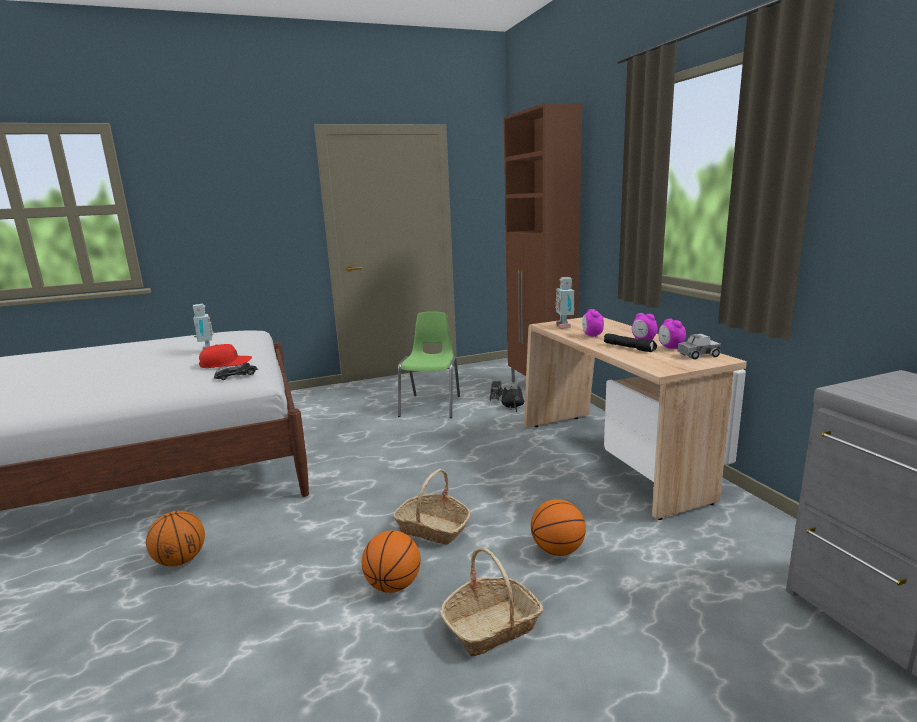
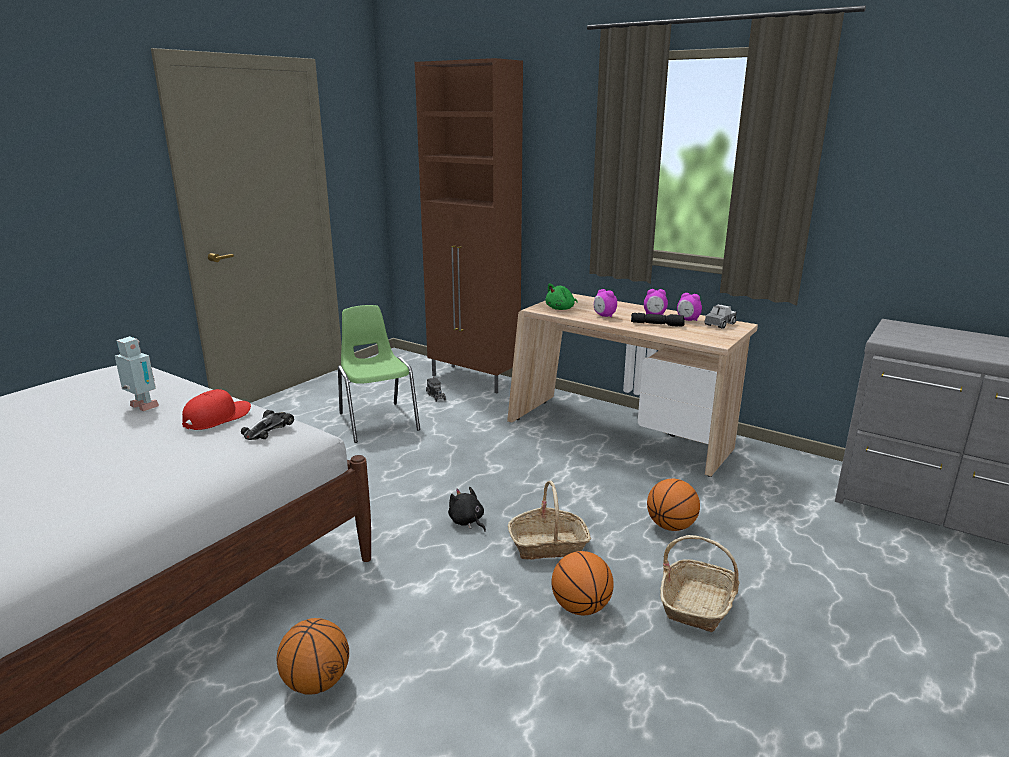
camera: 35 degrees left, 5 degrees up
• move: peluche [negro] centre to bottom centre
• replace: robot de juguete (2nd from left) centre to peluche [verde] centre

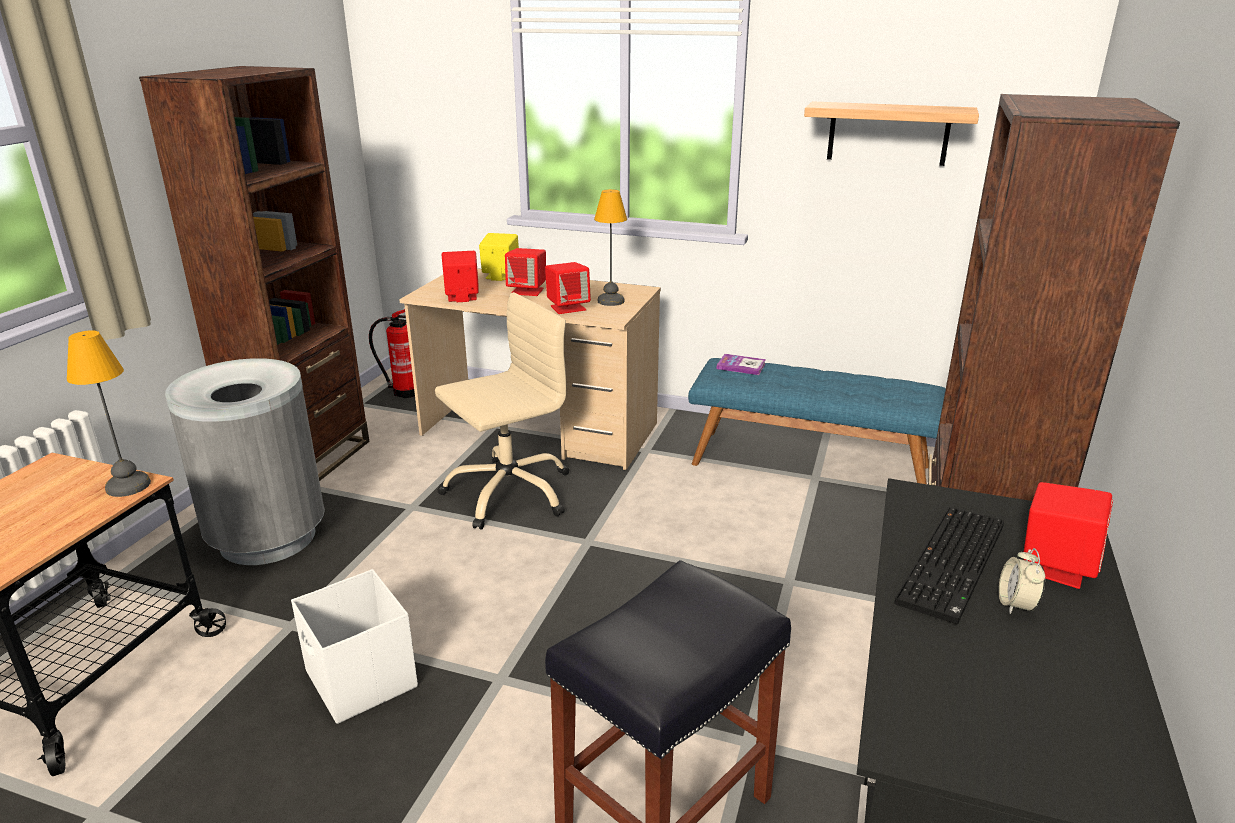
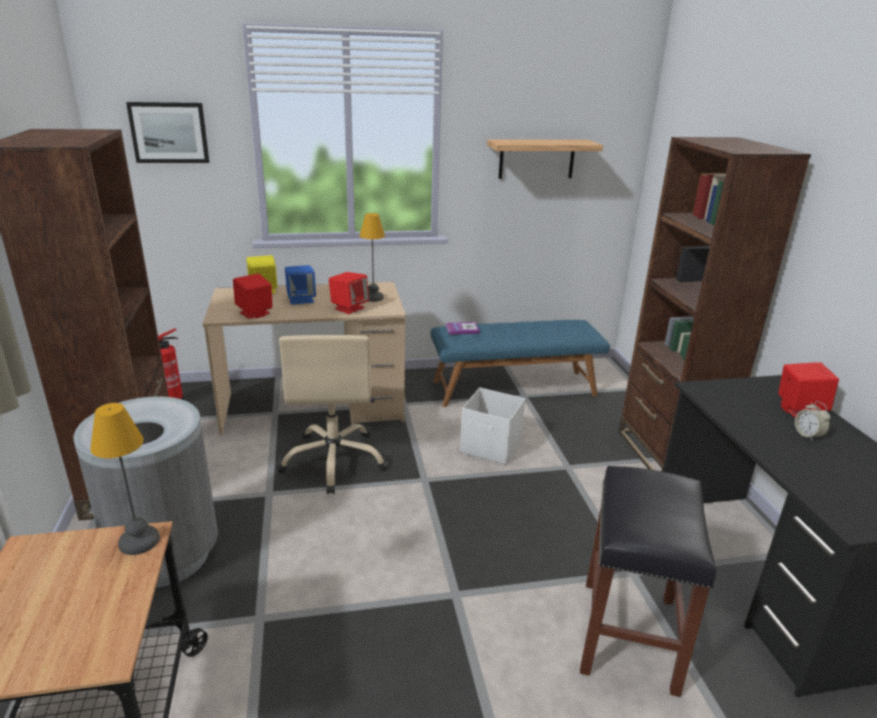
camera: 30 degrees left, 0 degrees up
• delete: teclado bottom right
• insert: cuadro top left
• move: caja de almacenaje [blanco] bottom left to centre
• recolor: altavoz [rojo] (2nd from left) top centre to altavoz [azul] centre
• rotate: silla de oficina [beis] centre = centre 150 degrees clockwise

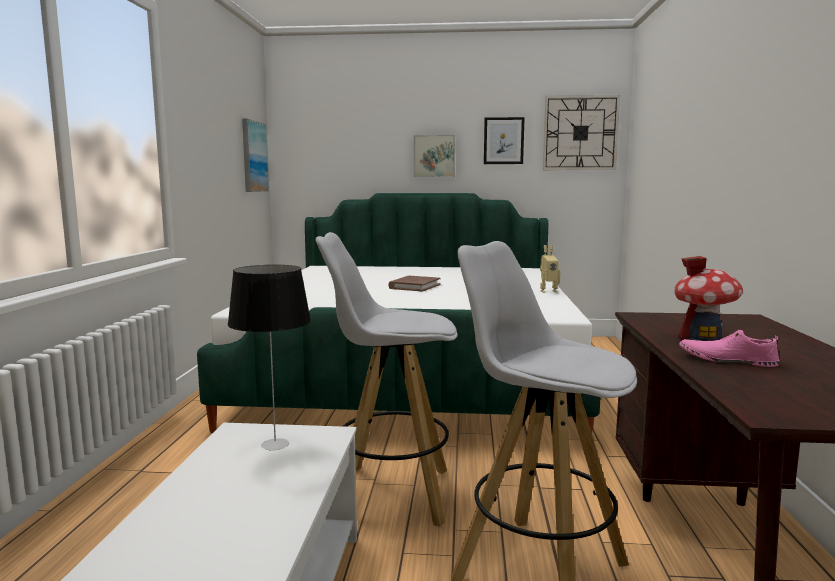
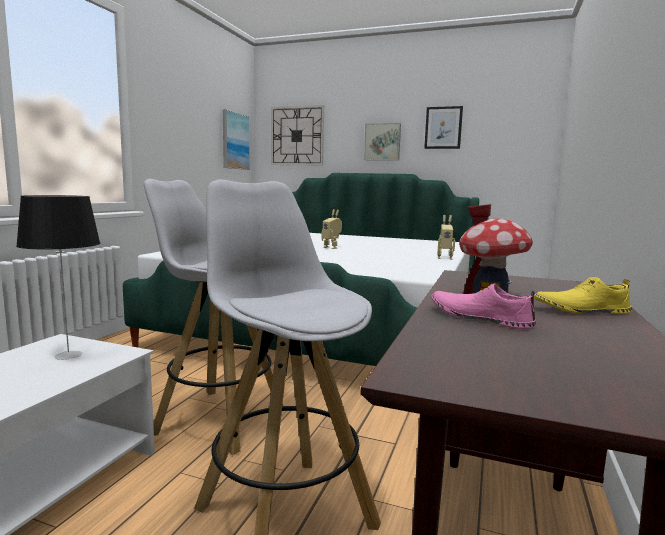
camera: 15 degrees right, 0 degrees up
• insert: zapato [amarillo] middle right
• move: reloj de pared top right to top centre
• replace: libro [marrón] centre to robot de juguete (1st from left) centre

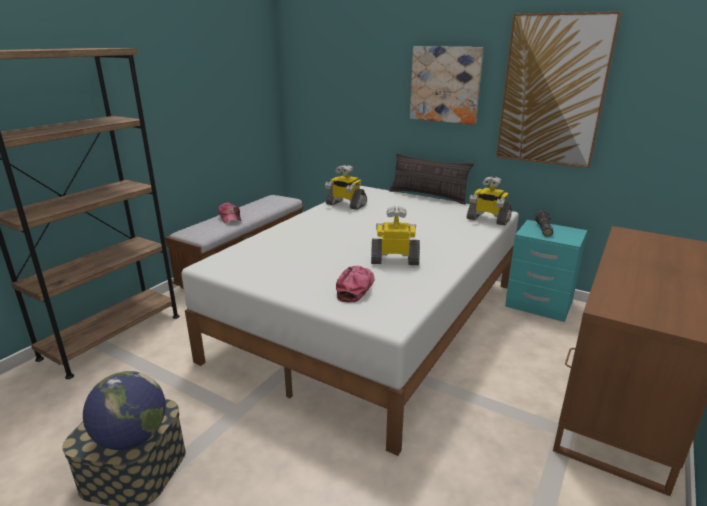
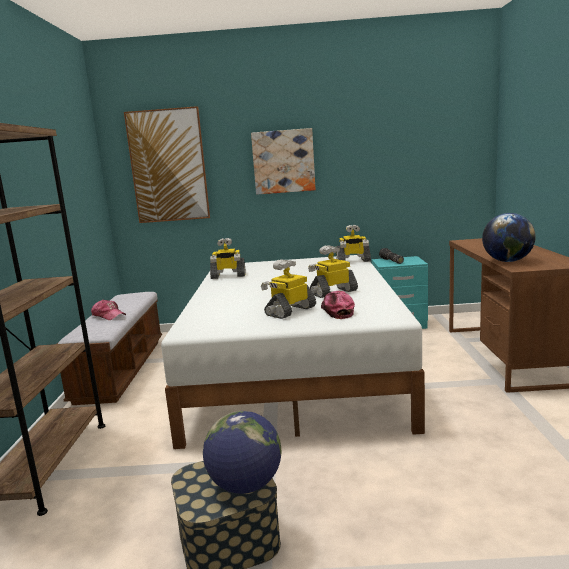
camera: 30 degrees left, 10 degrees down
• delete: cojín centre
• insert: robot de juguete (2nd from left) centre
• insert: globo terráqueo (2nd from left) middle right
• move: cuadro (2nd from left in the first image) top right to cuadro (1st from left) top left

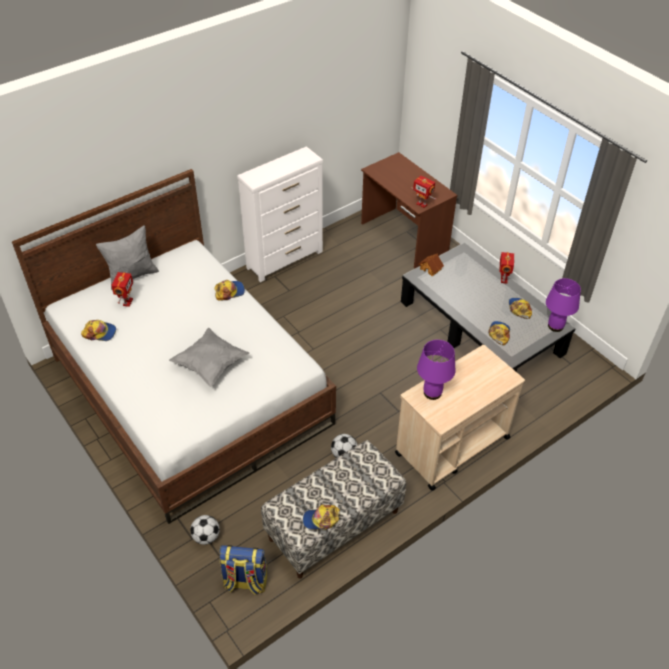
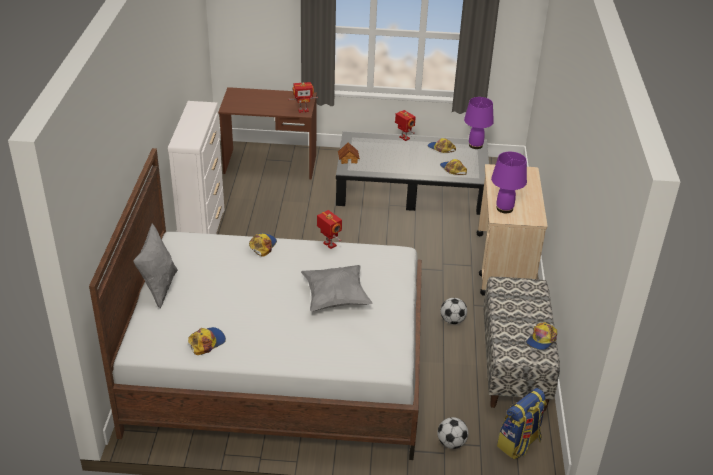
camera: 50 degrees left, 10 degrees down
• move: robot de juguete (1st from left in the first image) middle left to robot de juguete (2nd from left) centre

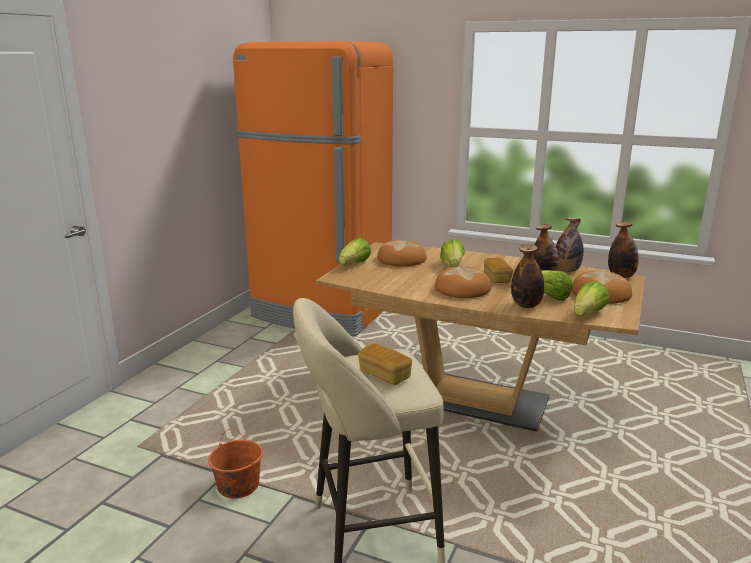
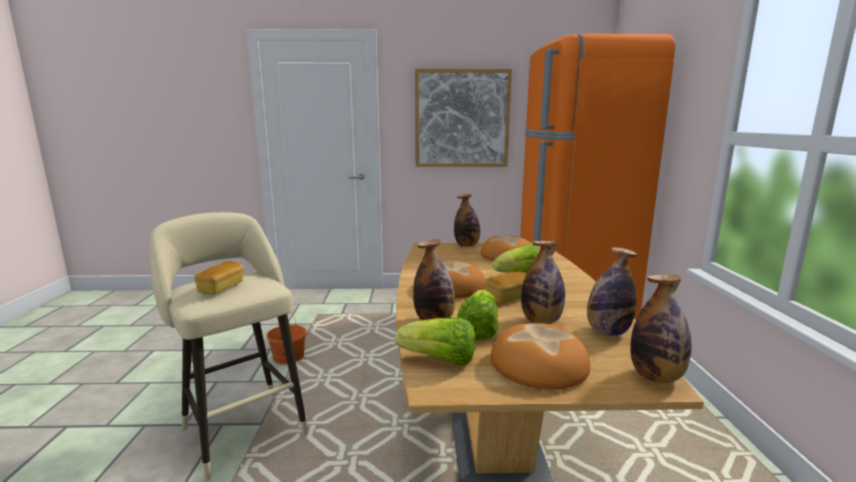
camera: 65 degrees right, 5 degrees down
• insert: cuadro top centre
• replace: lechuga (1st from left) centre to botella (2nd from left) centre

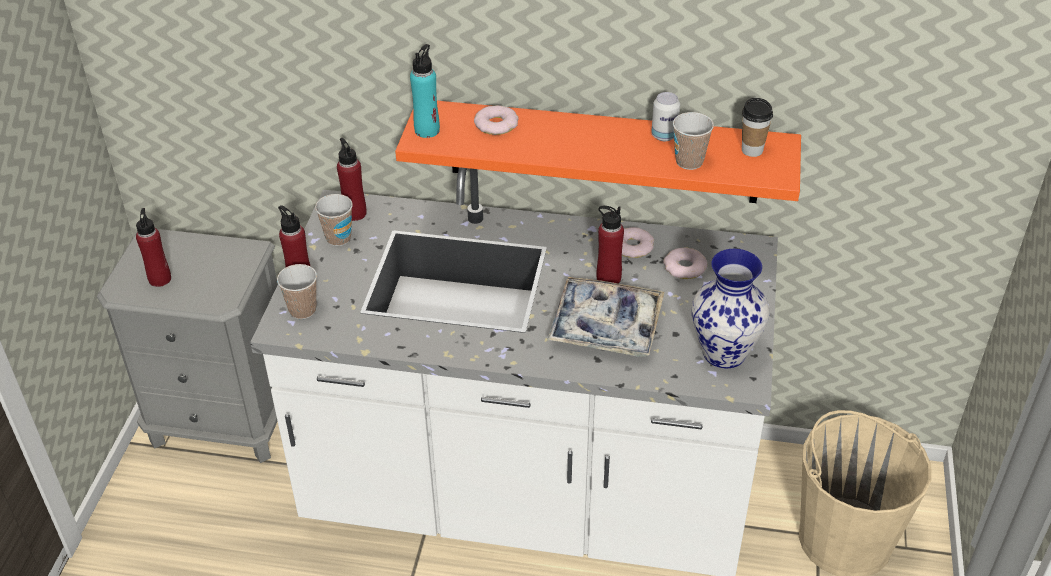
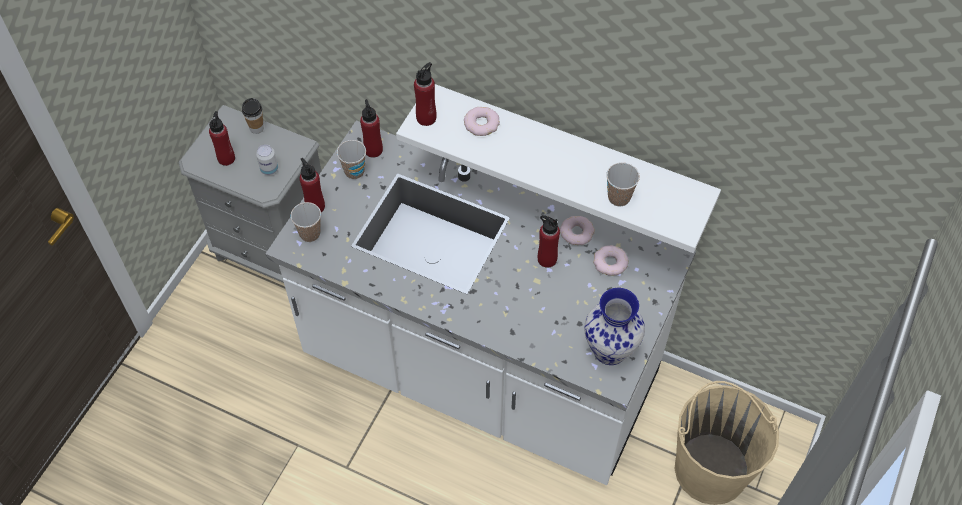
camera: 15 degrees right, 15 degrees up
• delete: bandeja centre
• move: lata top centre to top left
• move: taza (4th from left in the first image) top right to taza (1st from left) top left
• recolor: estante [naranja] top centre to estante [blanco] top centre
• recolor: botella [turquesa] top centre to botella [rojo] (4th from left) top centre

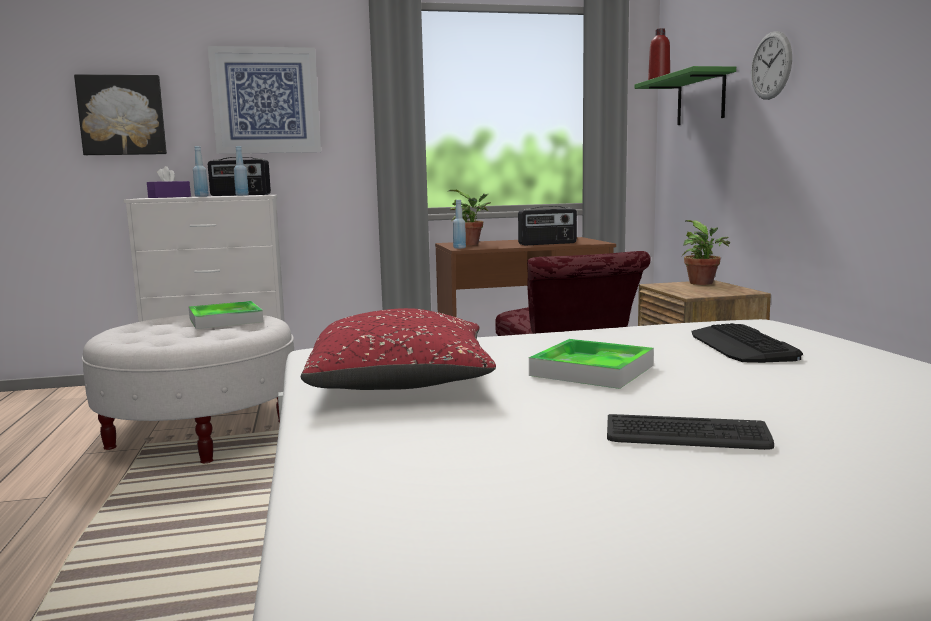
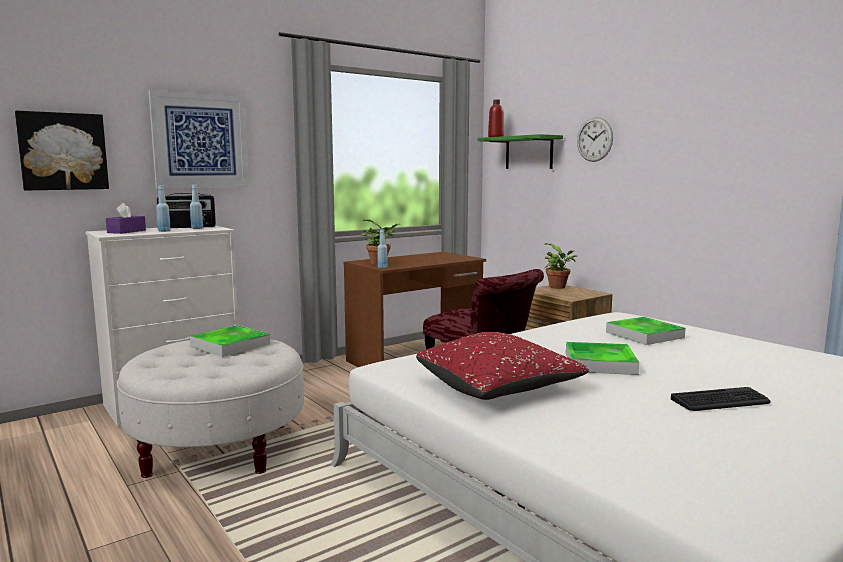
camera: 25 degrees left, 0 degrees up
• delete: radio (2nd from left) centre
• replace: teclado (2nd from left) middle right to bandeja (3rd from left) middle right

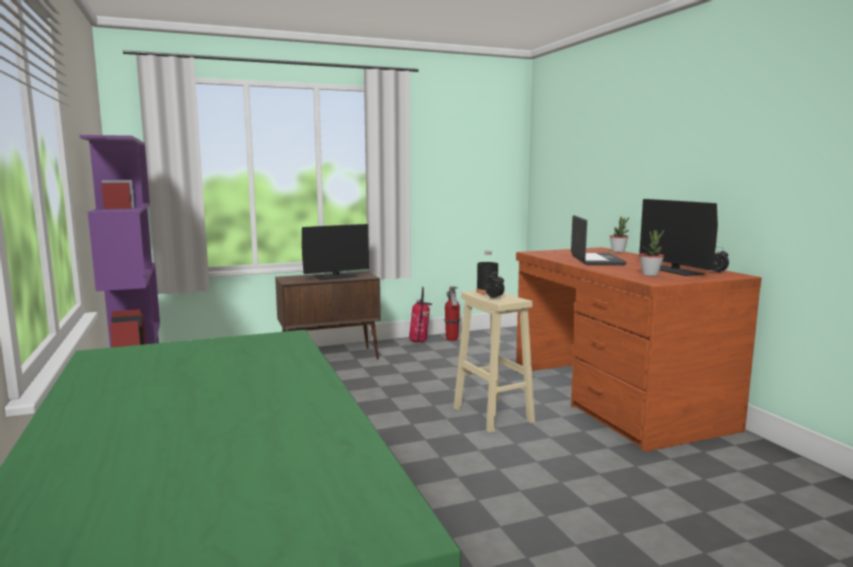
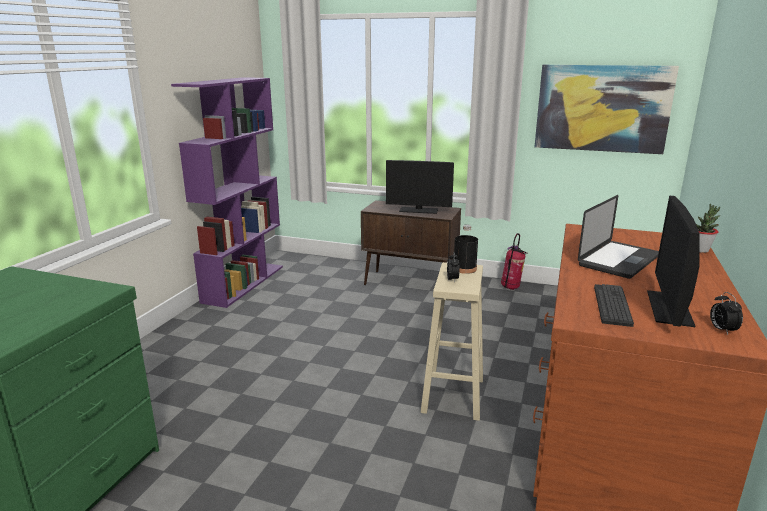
camera: 40 degrees right, 10 degrees up
• delete: extintor (2nd from left) centre
• insert: cuadro top right
• replace: planta en maceta (2nd from left) middle right to teclado middle right

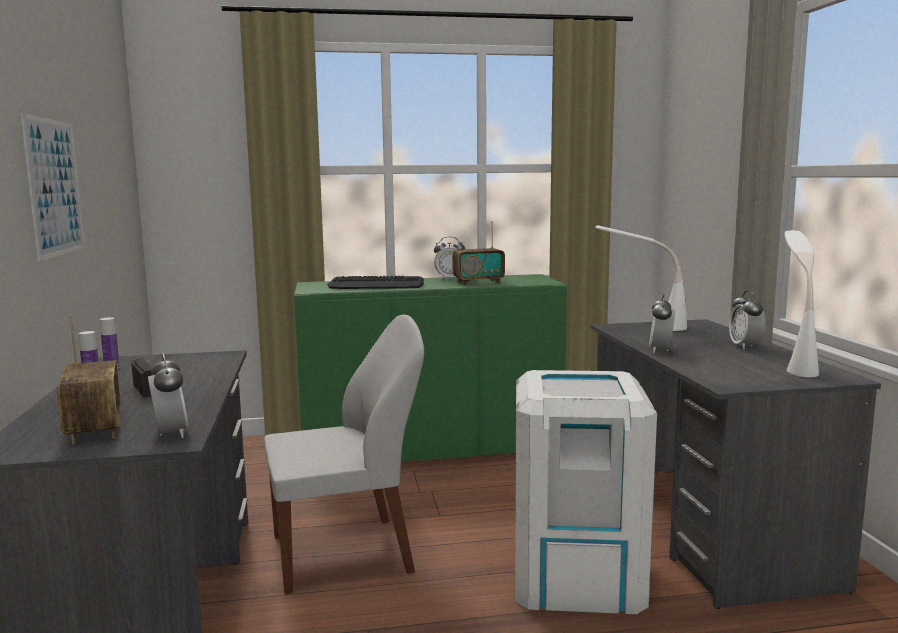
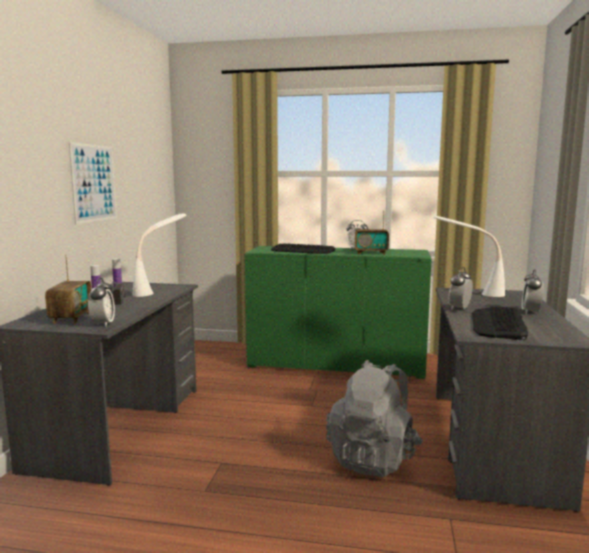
camera: 20 degrees right, 0 degrees up
• delete: silla [blanco] bottom centre
• insert: teclado (2nd from left) middle right
• move: lámpara de mesa [blanco] (2nd from left in the first image) middle right to lámpara de mesa [blanco] (1st from left) middle left
• replace: papelera [blanco] bottom centre to mochila [gris] bottom centre

